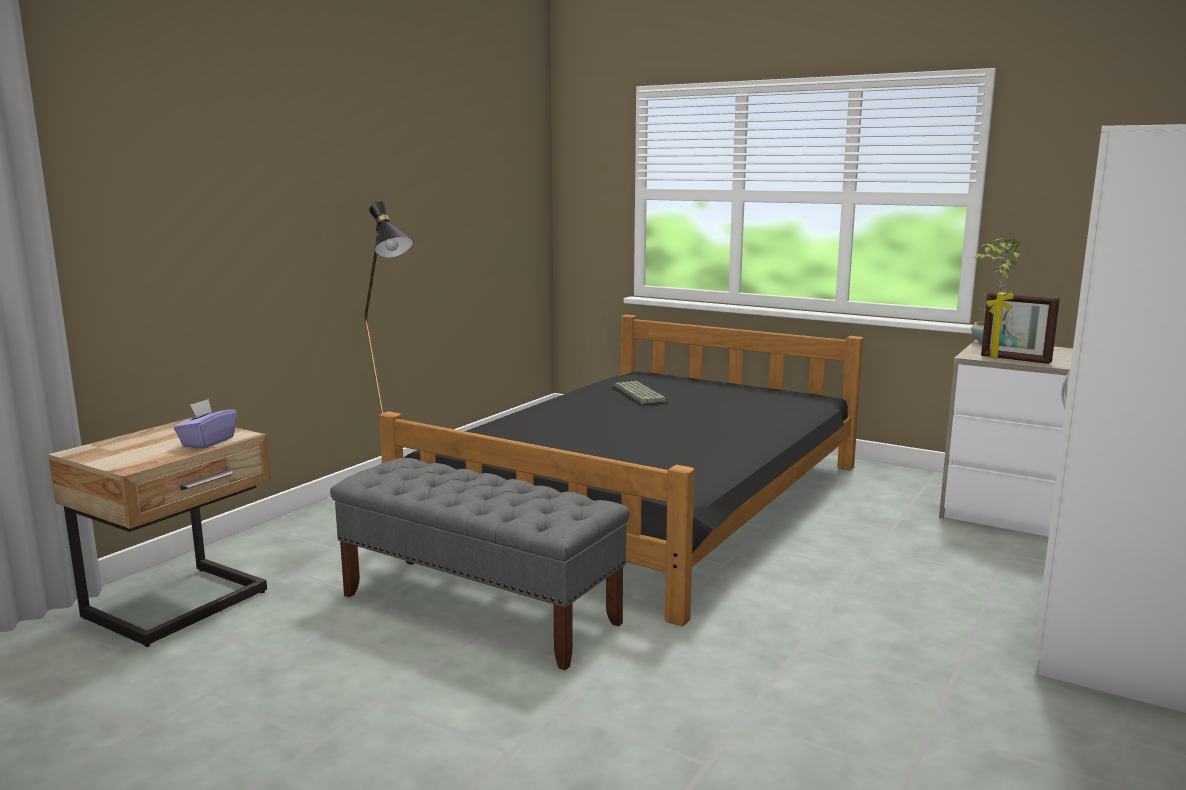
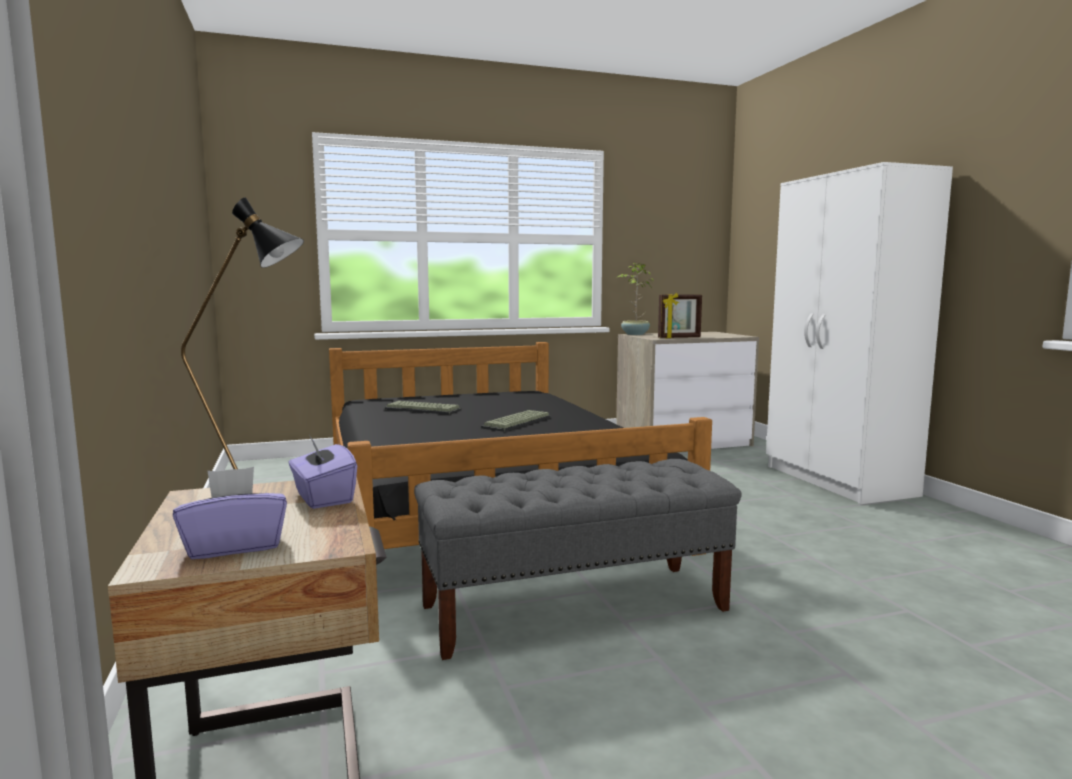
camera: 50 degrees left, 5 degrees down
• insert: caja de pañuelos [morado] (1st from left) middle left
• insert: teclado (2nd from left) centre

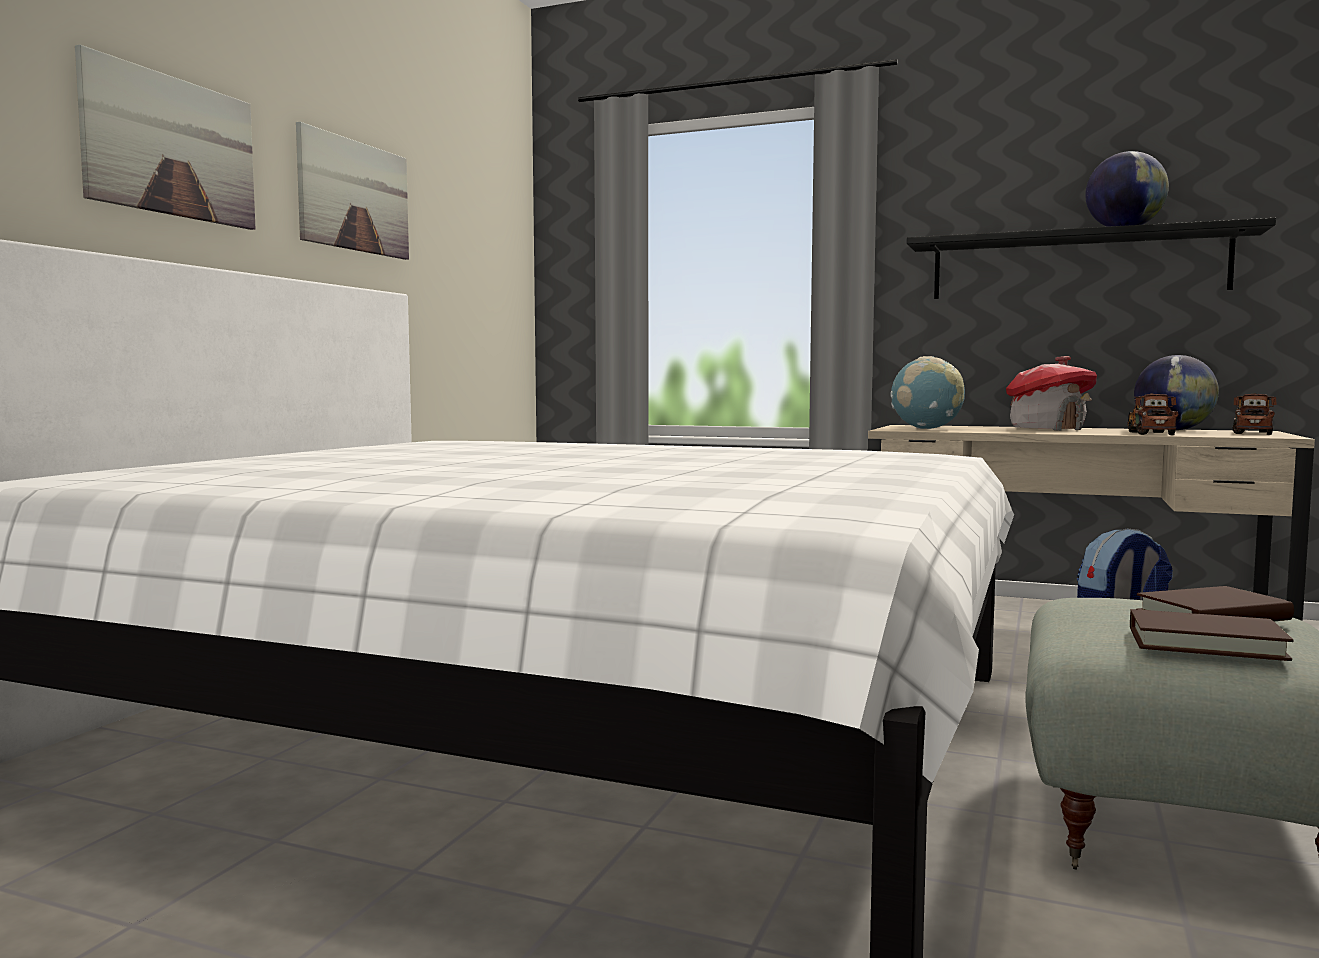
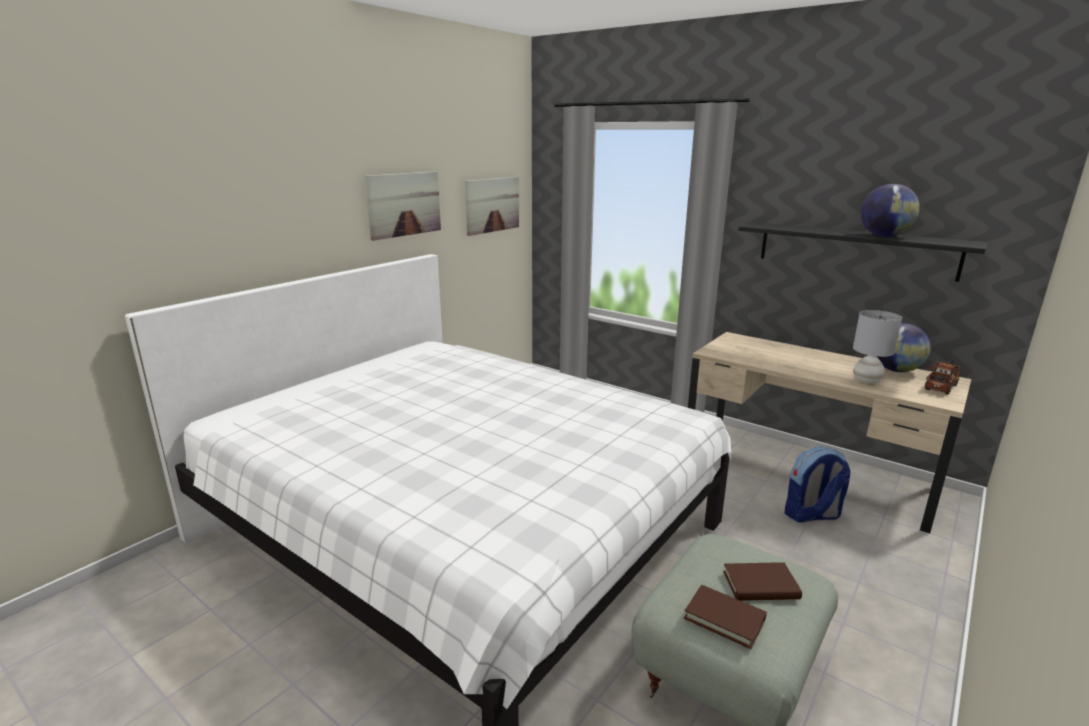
camera: 15 degrees right, 15 degrees up
• delete: globo terráqueo (1st from left) middle right
• delete: casita middle right
• move: cuadro (1st from left in the first image) top left to cuadro (2nd from left) top centre
• replace: camión de juguete (1st from left) middle right to lámpara de mesa [gris] middle right

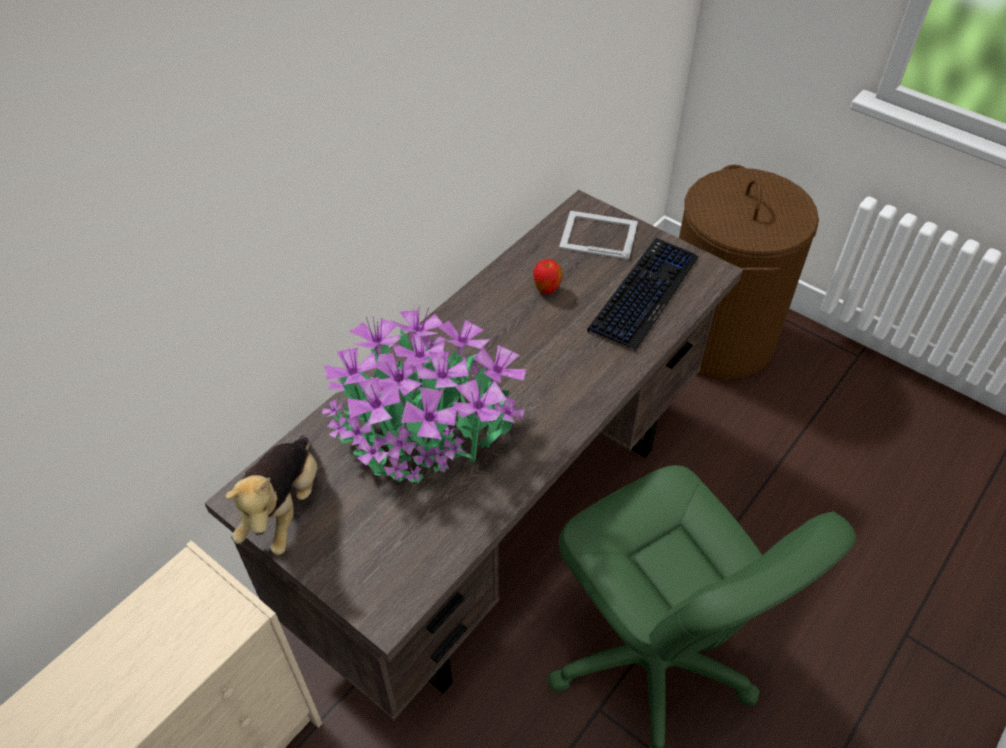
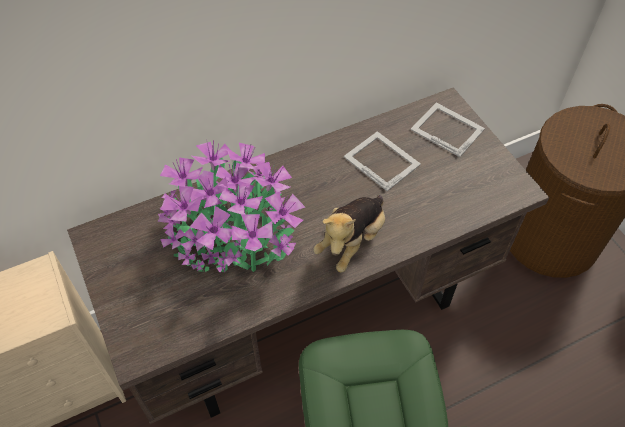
camera: 25 degrees right, 5 degrees up
• delete: teclado centre
• move: peluche middle left to centre
• replace: manzana centre to portarretratos (1st from left) centre

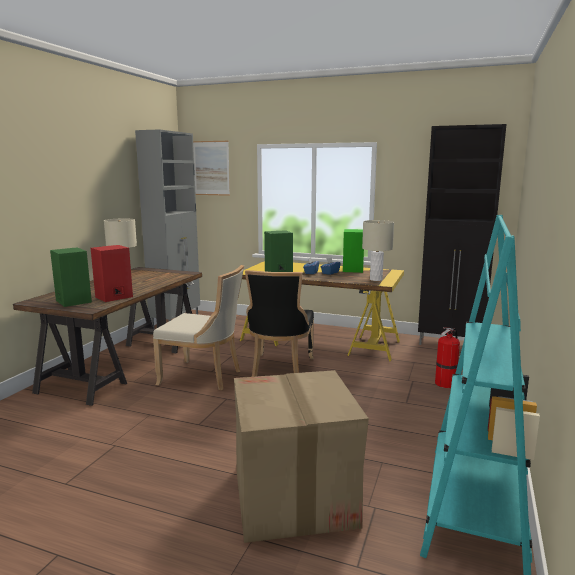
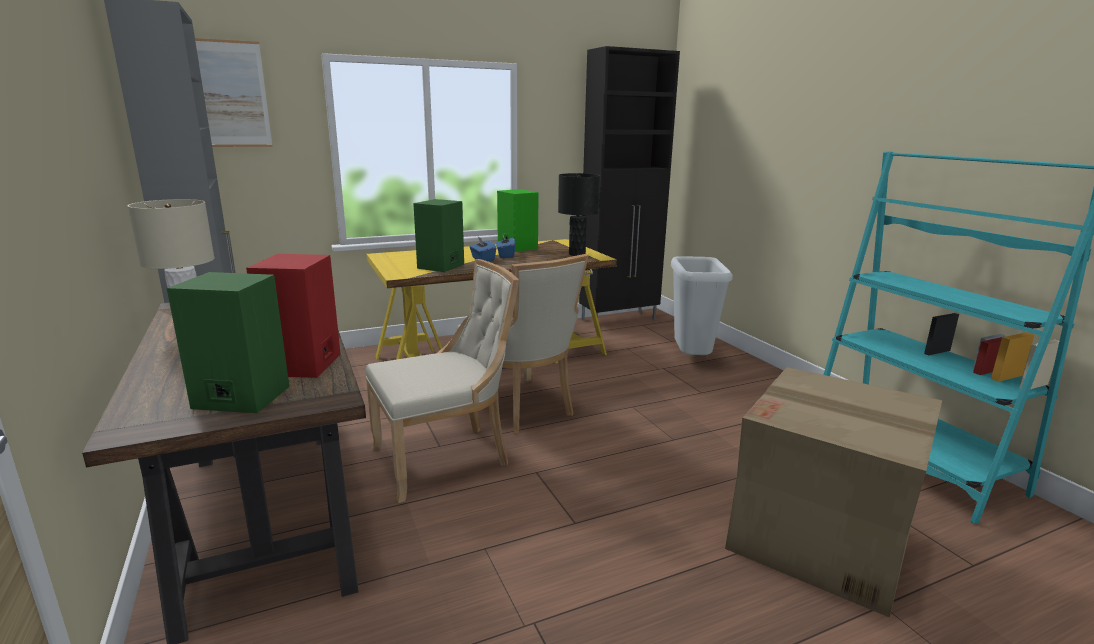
camera: 45 degrees left, 5 degrees up
• replace: extintor middle right to papelera [gris] centre
• recolor: silla [negro] centre to silla [beis] (2nd from left) centre
• recolor: lámpara de mesa [beis] (2nd from left) centre to lámpara de mesa [negro] top centre

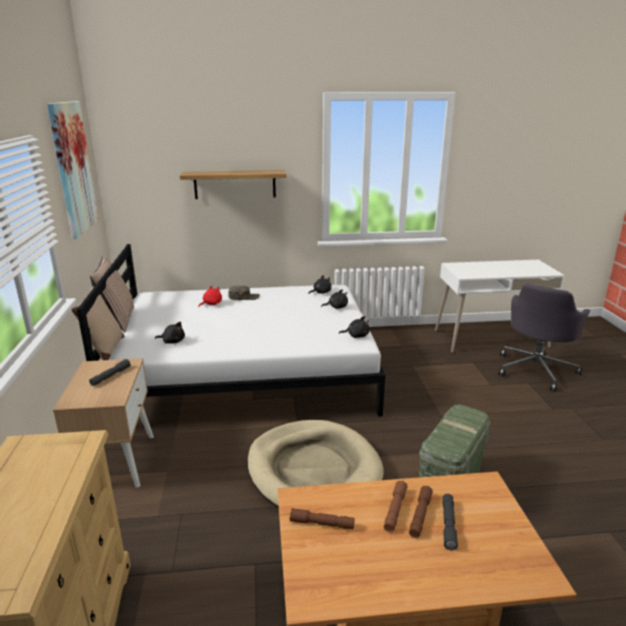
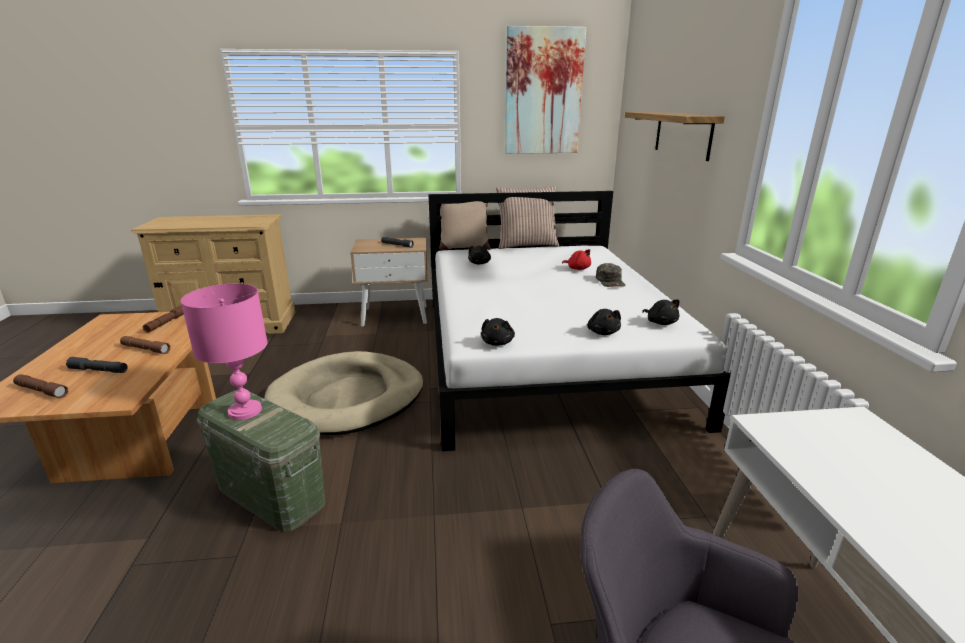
camera: 90 degrees right, 0 degrees up
• insert: lámpara de mesa [rosa] middle left
• move: linterna [marrón] (3rd from left in the first image) bottom right to linterna [marrón] (1st from left) middle left

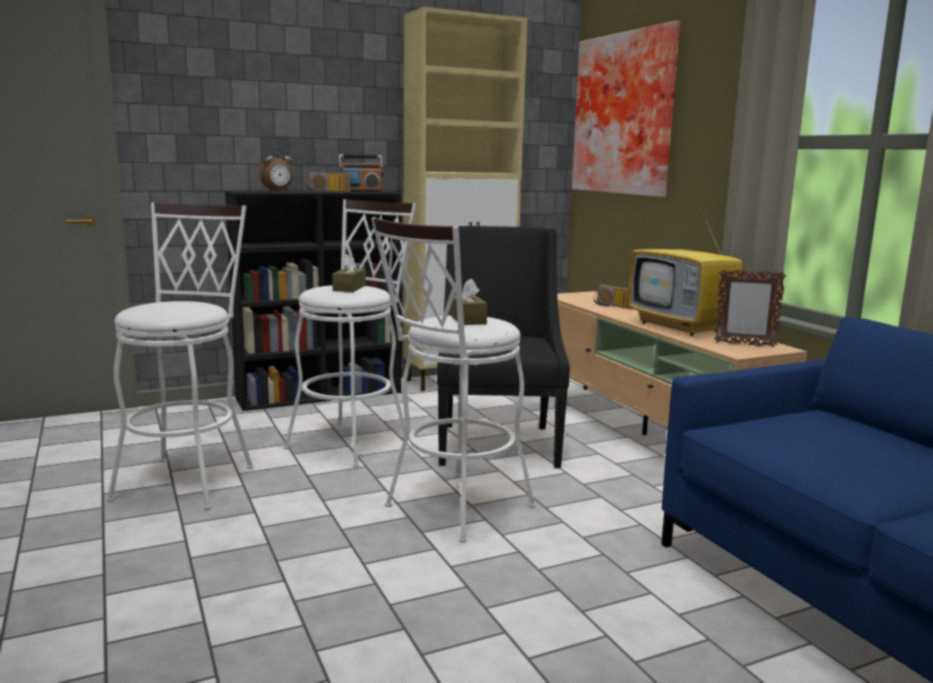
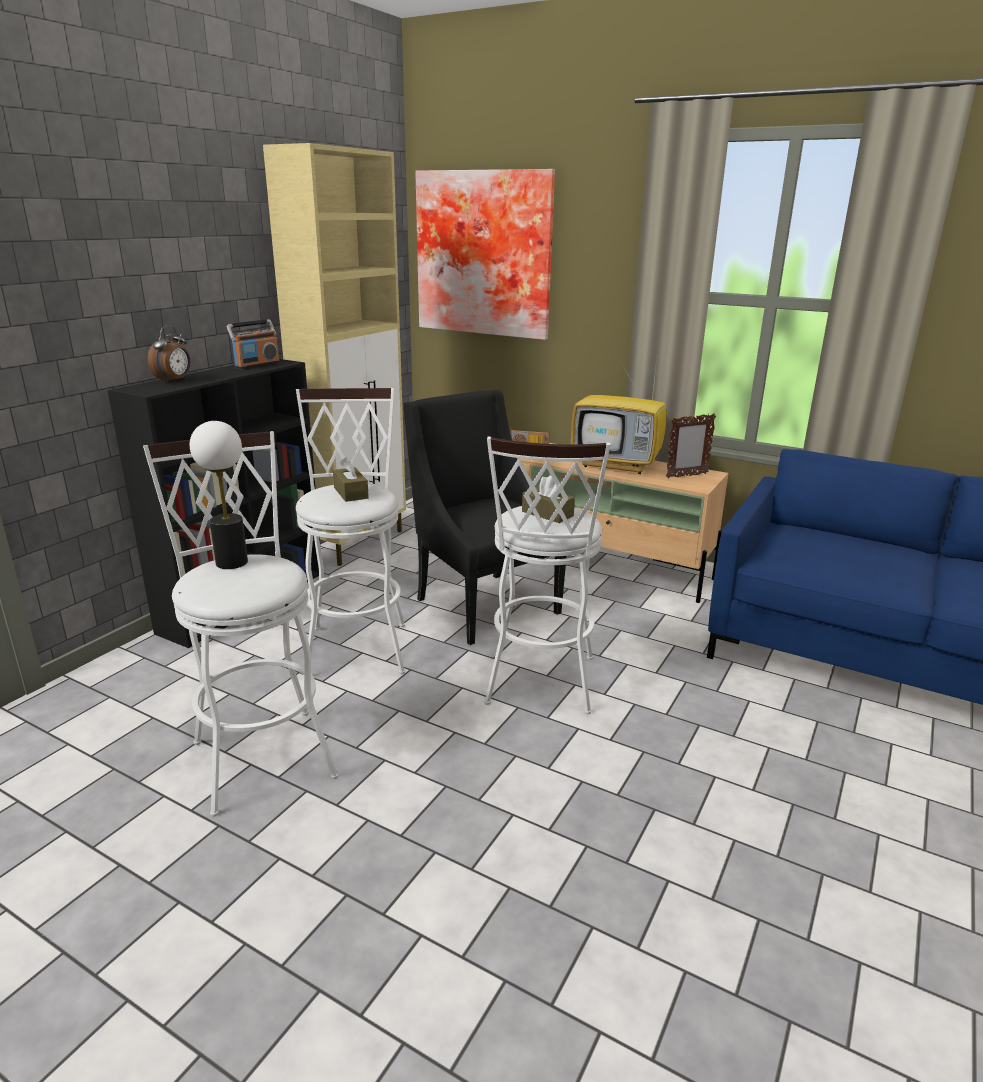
camera: 35 degrees left, 10 degrees up
• delete: radio (1st from left) top centre
• insert: lámpara de mesa middle left

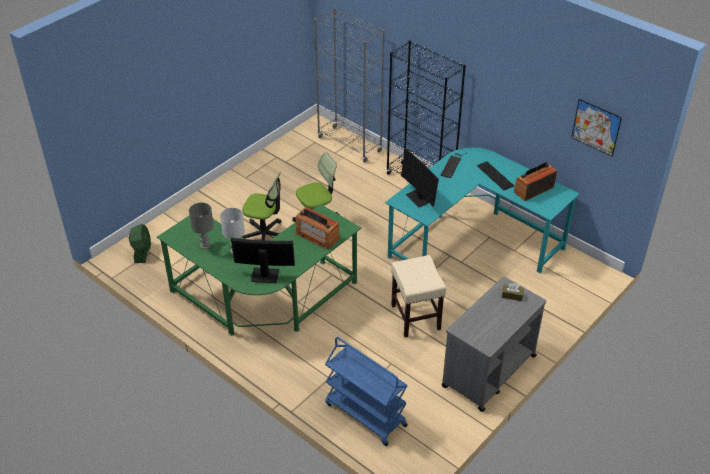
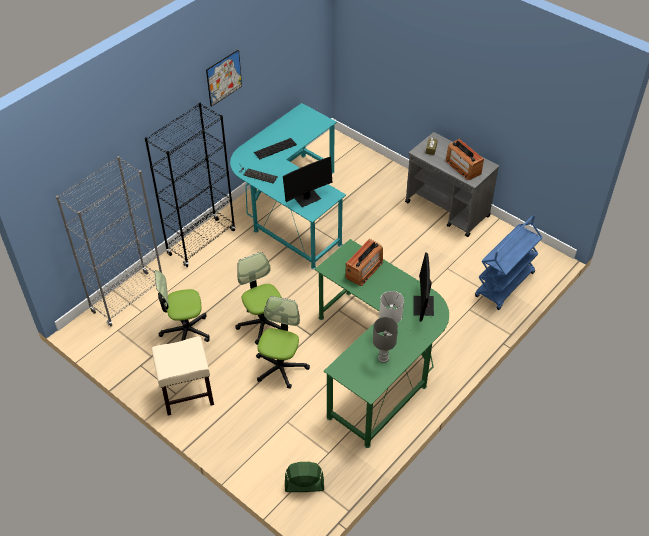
camera: 90 degrees left, 5 degrees up
• insert: silla de oficina (1st from left) middle left
• move: taburete [beis] centre to bottom left
• move: radio (2nd from left) middle right to top right
• move: cuadro top right to top centre

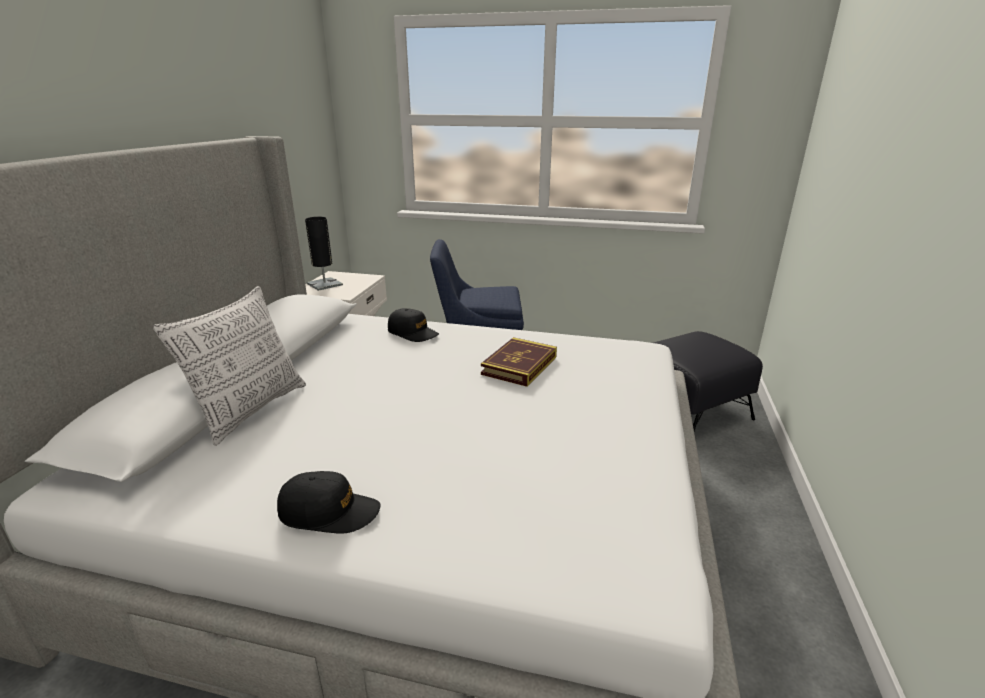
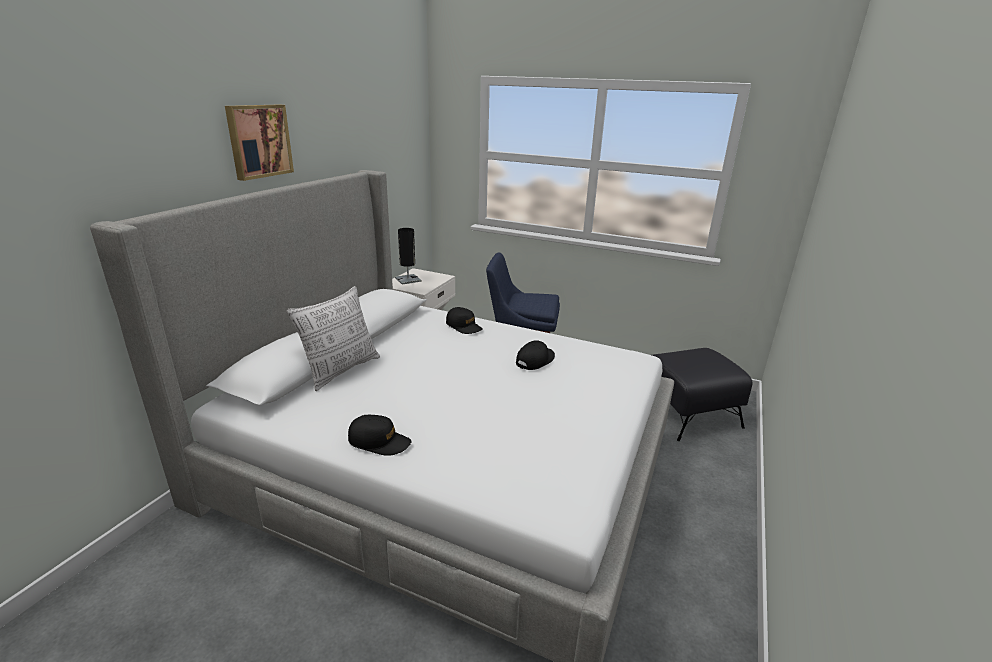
camera: 10 degrees right, 0 degrees up
• insert: cuadro top left
• replace: libro centre to gorra [negro] (3rd from left) centre

